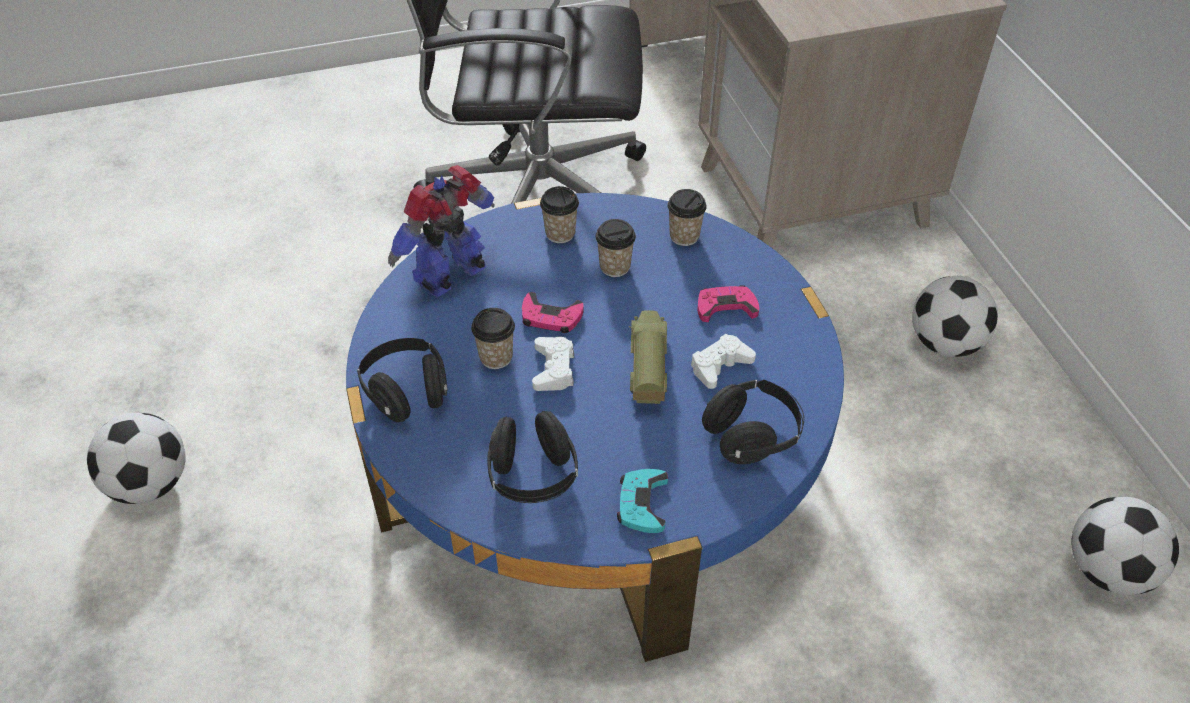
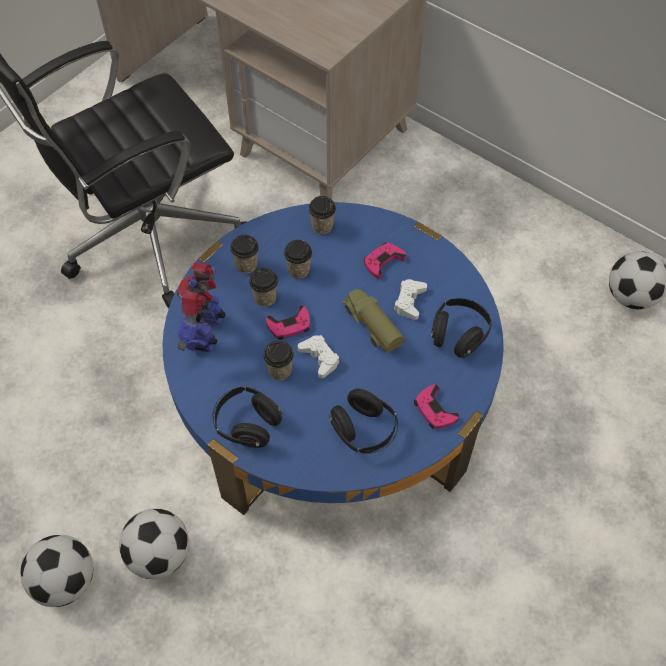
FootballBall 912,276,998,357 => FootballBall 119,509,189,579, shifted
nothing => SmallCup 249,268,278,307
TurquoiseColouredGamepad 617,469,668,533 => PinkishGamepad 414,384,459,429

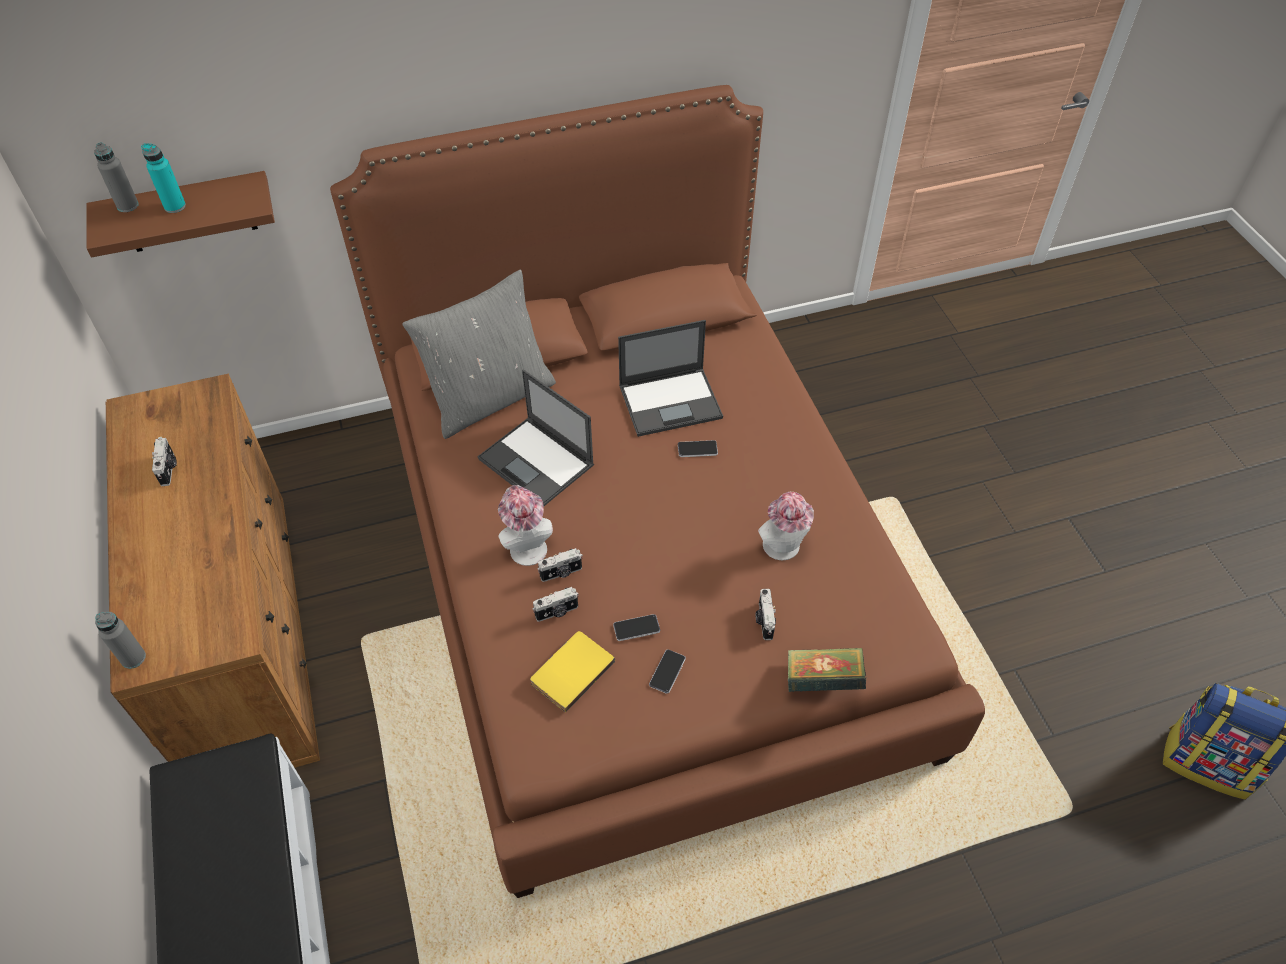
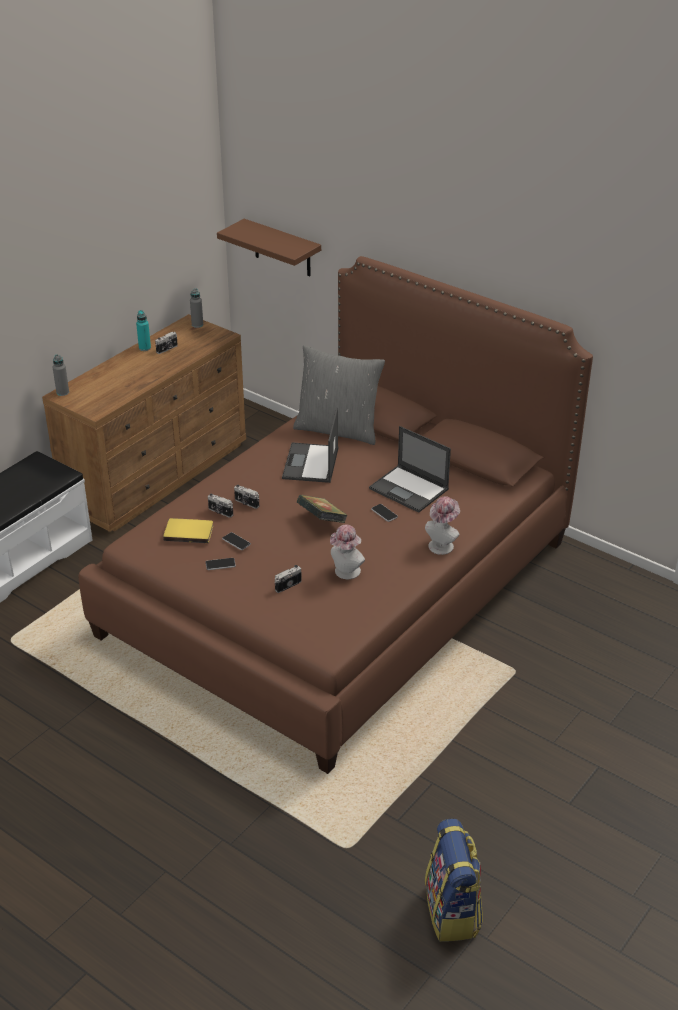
TurquoiseColouredBeverageBottle 141,143,186,213 => TurquoiseColouredBeverageBottle 136,310,151,351, shifted
GrayBeverageBottle 94,142,139,212 => GrayBeverageBottle 190,289,203,328, shifted
BoundBook 788,648,866,692 => BoundBook 297,495,348,523, shifted
WearableHat 498,485,553,566 => WearableHat 425,496,460,555, shifted

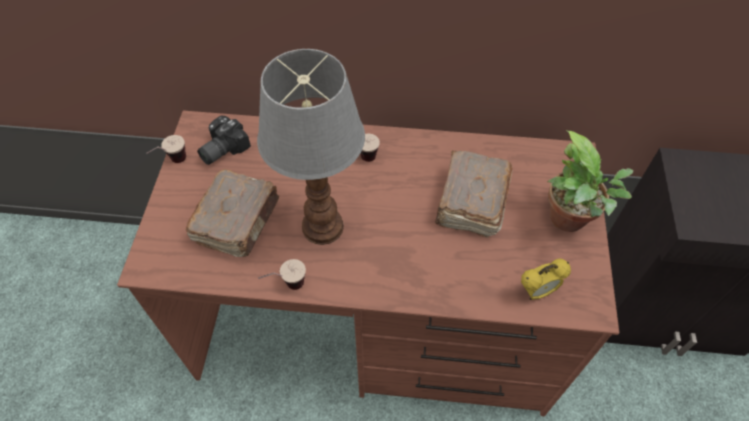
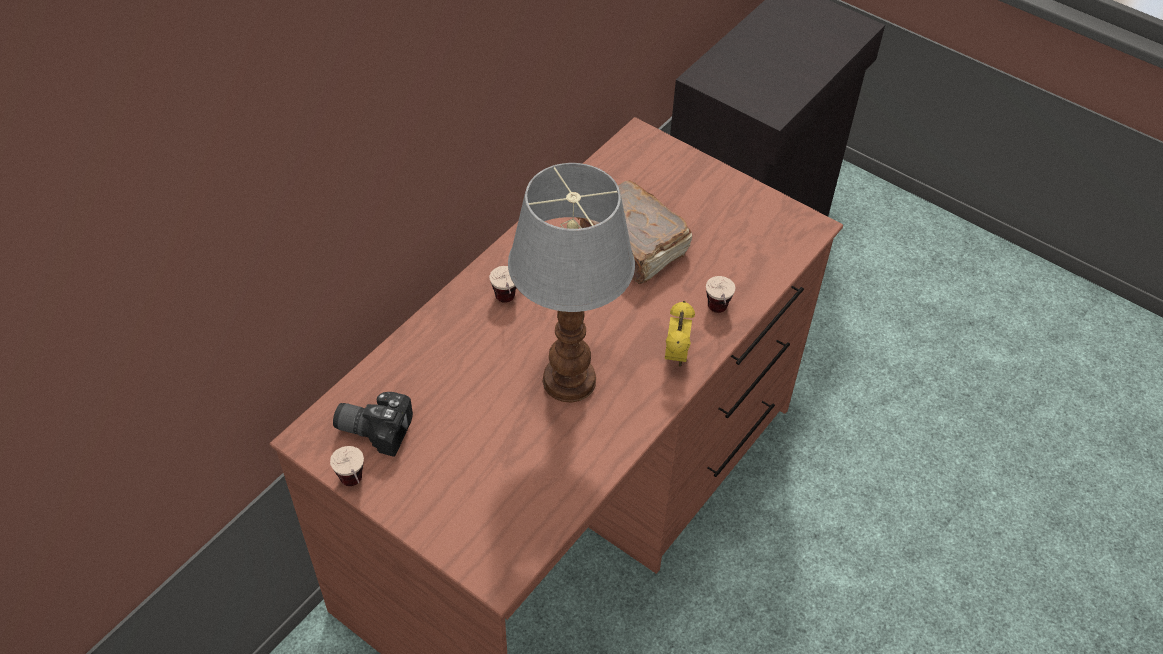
StillCamera 197,115,251,165 => StillCamera 333,392,413,457, 120 degrees clockwise
TableClock 521,259,571,300 => TableClock 665,301,695,367, shifted
SmallCup 258,259,306,290 => SmallCup 706,276,735,313, shifted
BrownishBoundBook 185,169,279,257 => nothing
PlantInAPot 547,130,634,232 => nothing

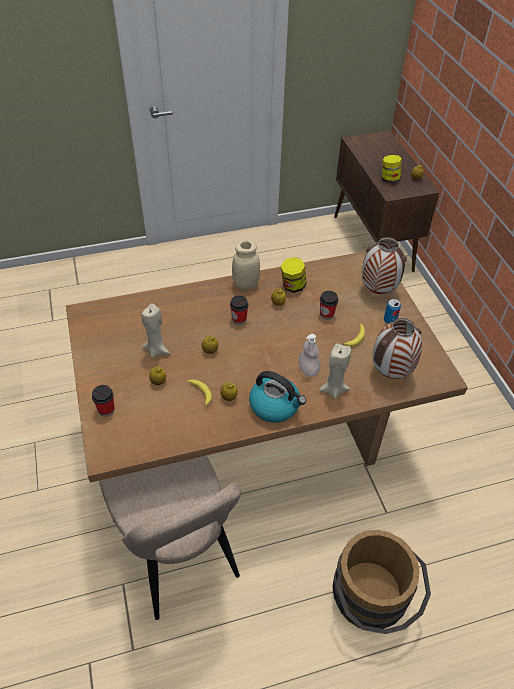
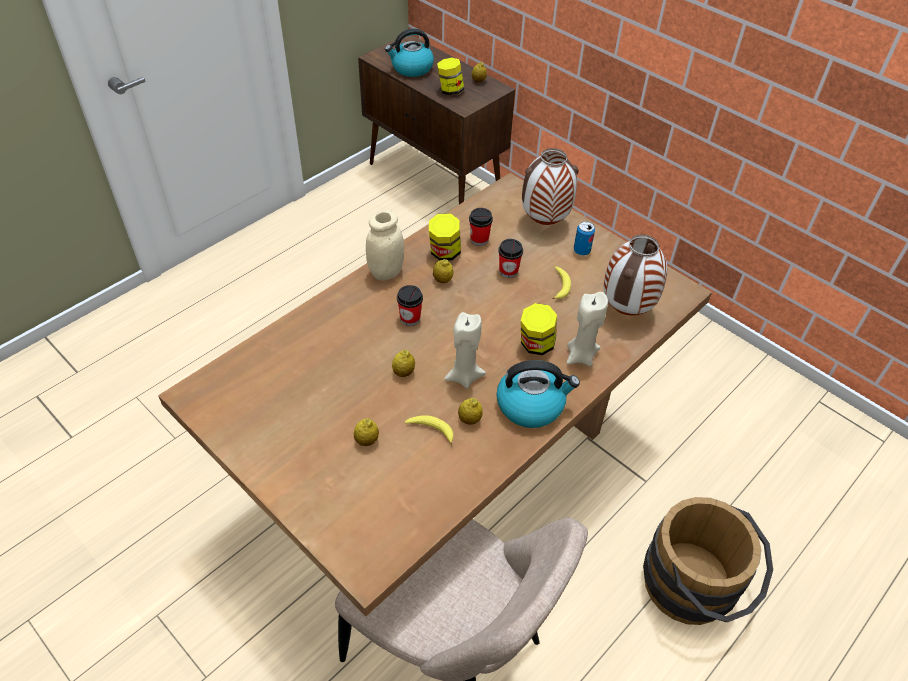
nothing => WaterKettle 385,29,434,77
SandColouredCandle 141,303,170,358 => SandColouredCandle 444,312,486,389, shifted
SmallCup 92,385,115,417 => SmallCup 469,208,493,246, shifted
SoapBottle 299,334,320,377 => Jar 521,303,557,355

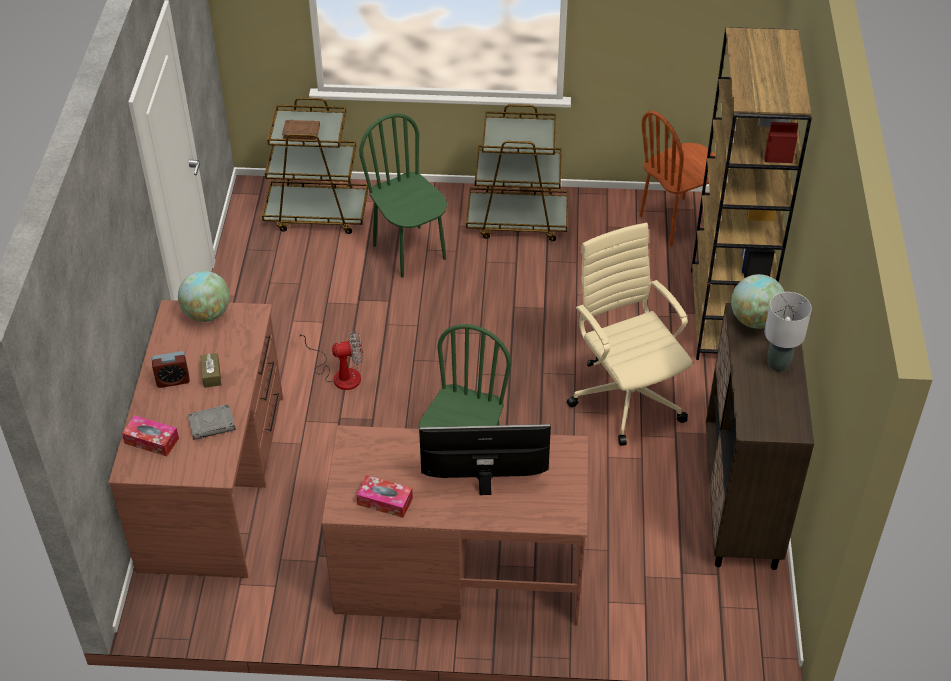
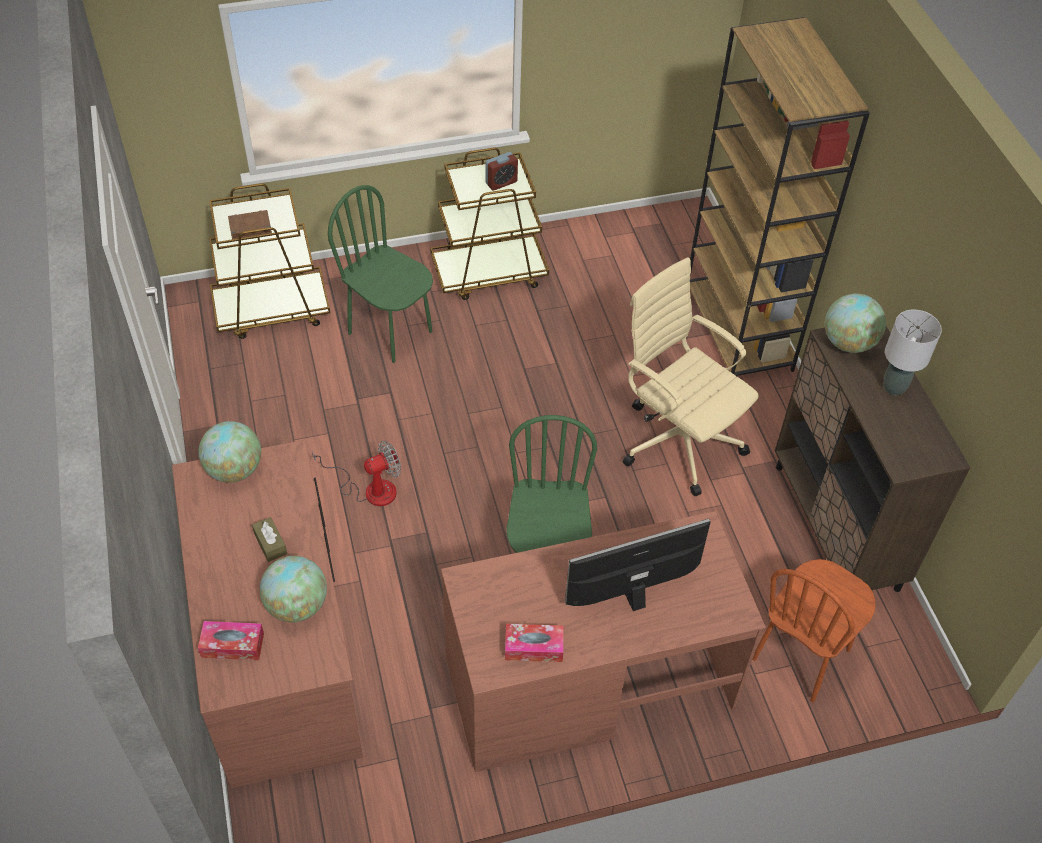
GrayBoundBook 188,404,236,440 => WorldGlobe 260,556,327,622
TableClock 152,351,190,388 => TableClock 485,152,518,191, shifted
BrownishPlainChair 639,111,715,247 => BrownishPlainChair 752,559,876,703, shifted

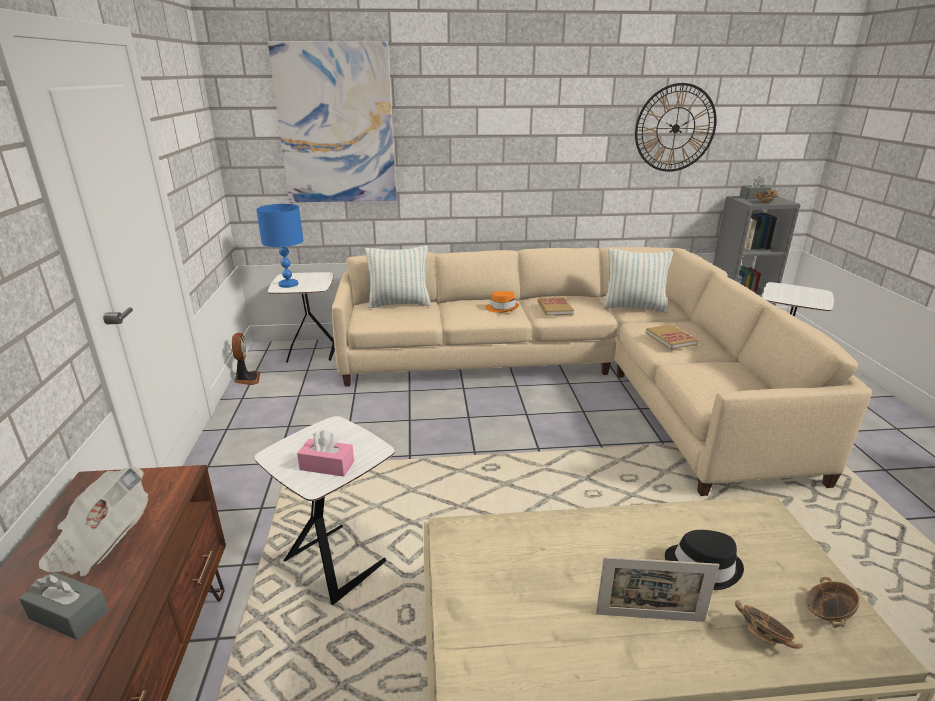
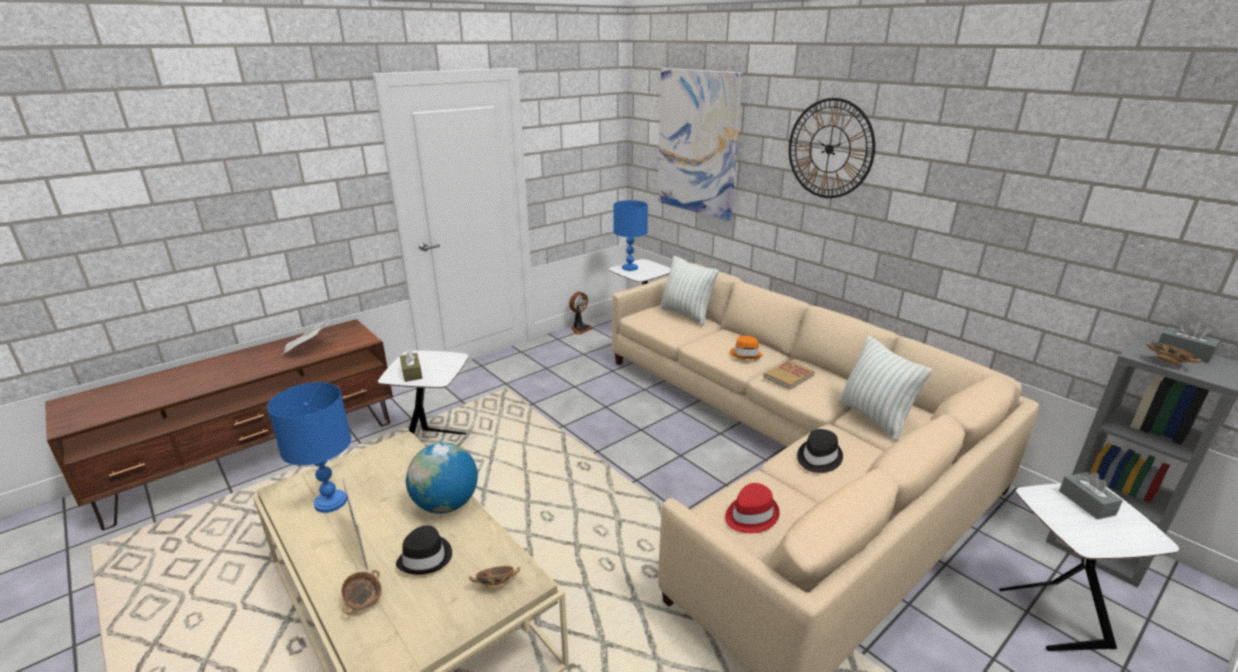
nothing => BlueTabletopLamp 267,382,351,513
PinkishTissueBox 297,430,354,477 => BrownishTissueBox 400,348,422,382
nothing => WorldGlobe 406,443,478,514
Bowl 805,577,859,628 => Bowl 469,566,520,588, shifted
nothing => RedWearableHat 725,483,780,533
WallClock 635,83,717,172 => WallClock 789,98,875,198, shifted
BoundBook 646,324,698,349 => BlackWearableHat 797,429,843,473
GrayTissueBox 19,572,109,640 => GrayTissueBox 1059,472,1123,519, shifted

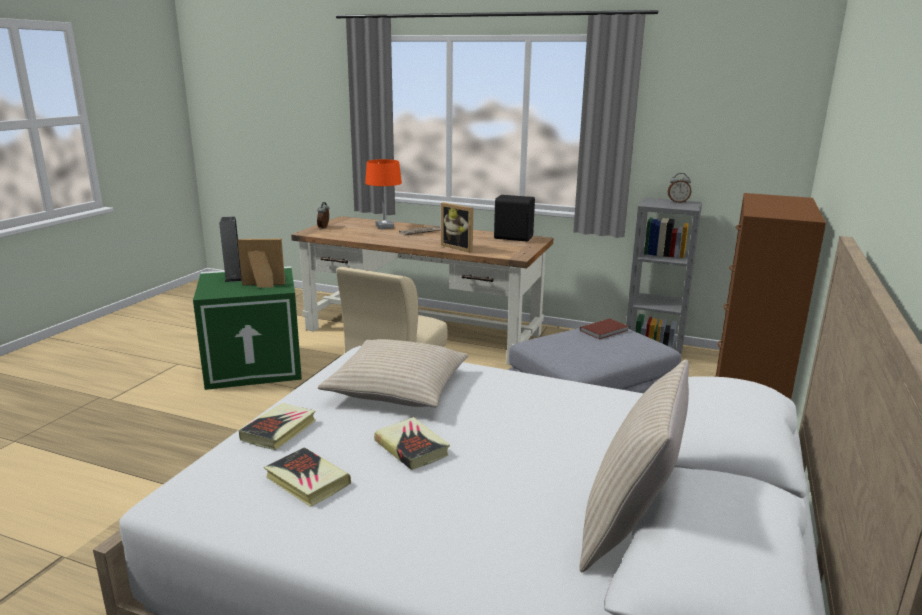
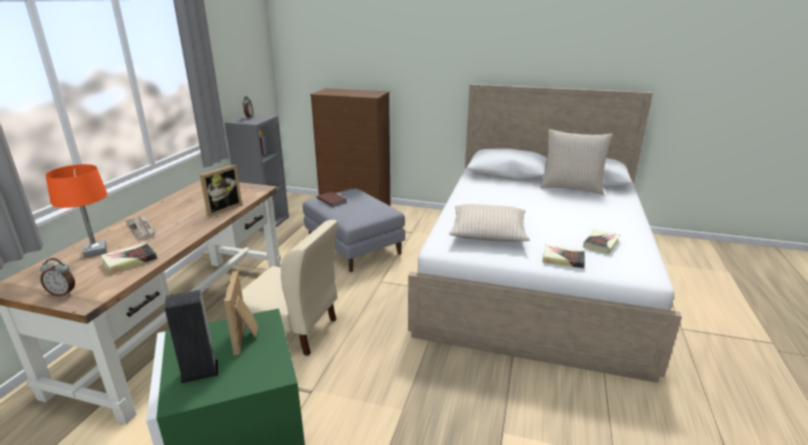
BoundBook 374,417,450,470 => BoundBook 101,243,157,274, shifted
BlackAudioSpeaker 494,195,535,242 => nothing

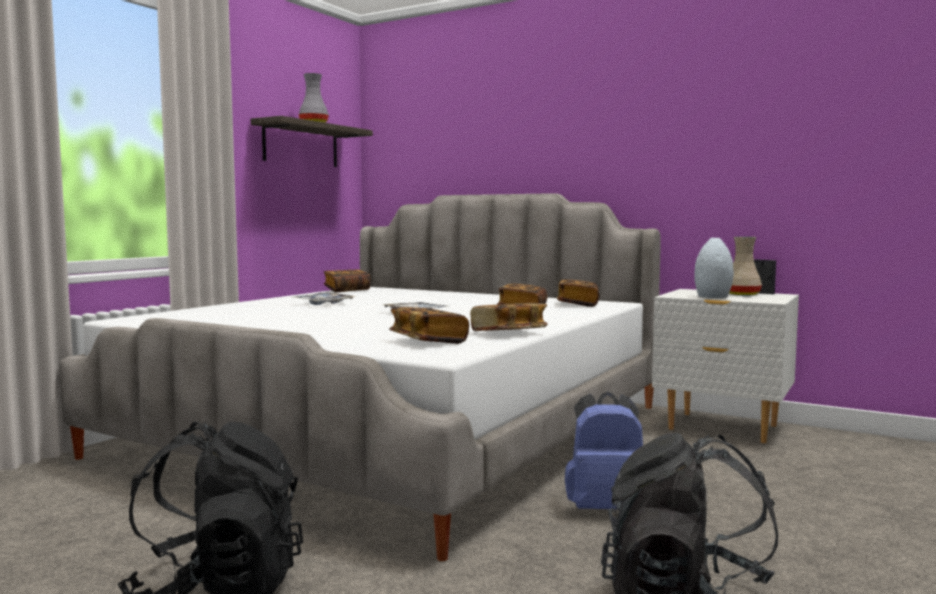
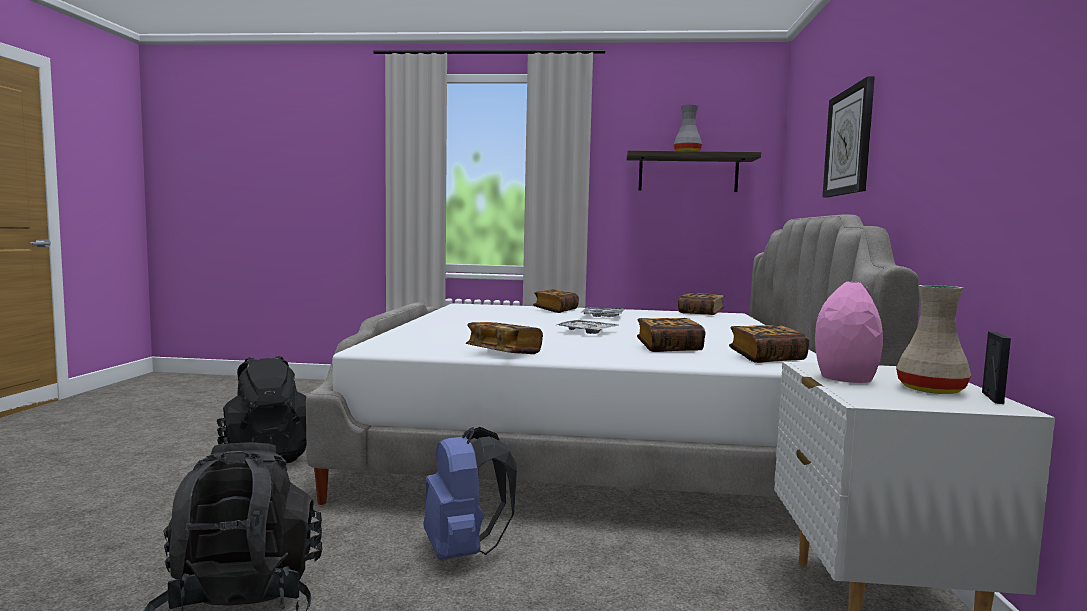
BoundBook 389,307,469,344 => BoundBook 533,289,579,313, shifted
GrayVase 694,237,734,298 => PinkishVase 815,281,883,383
nothing => WallClock 822,77,875,197

